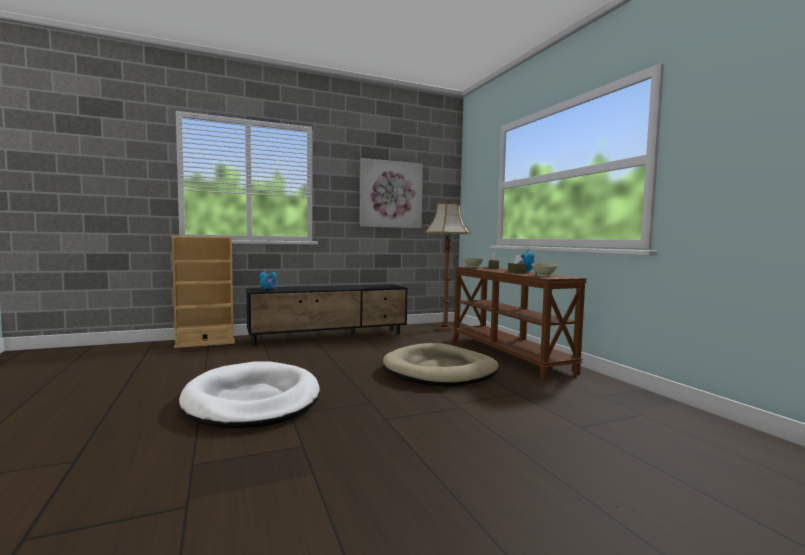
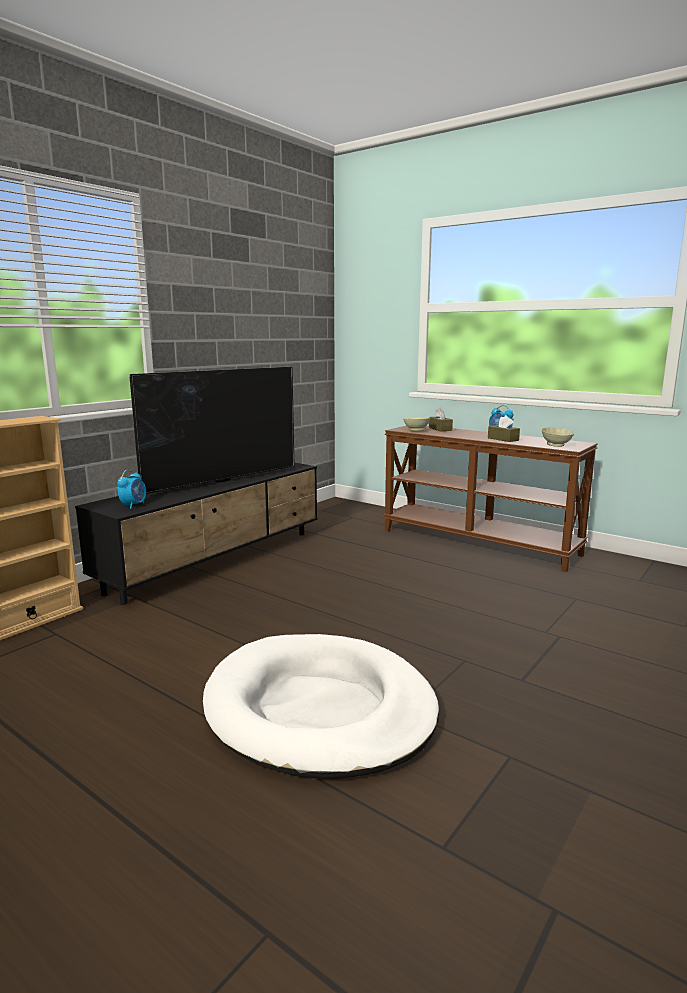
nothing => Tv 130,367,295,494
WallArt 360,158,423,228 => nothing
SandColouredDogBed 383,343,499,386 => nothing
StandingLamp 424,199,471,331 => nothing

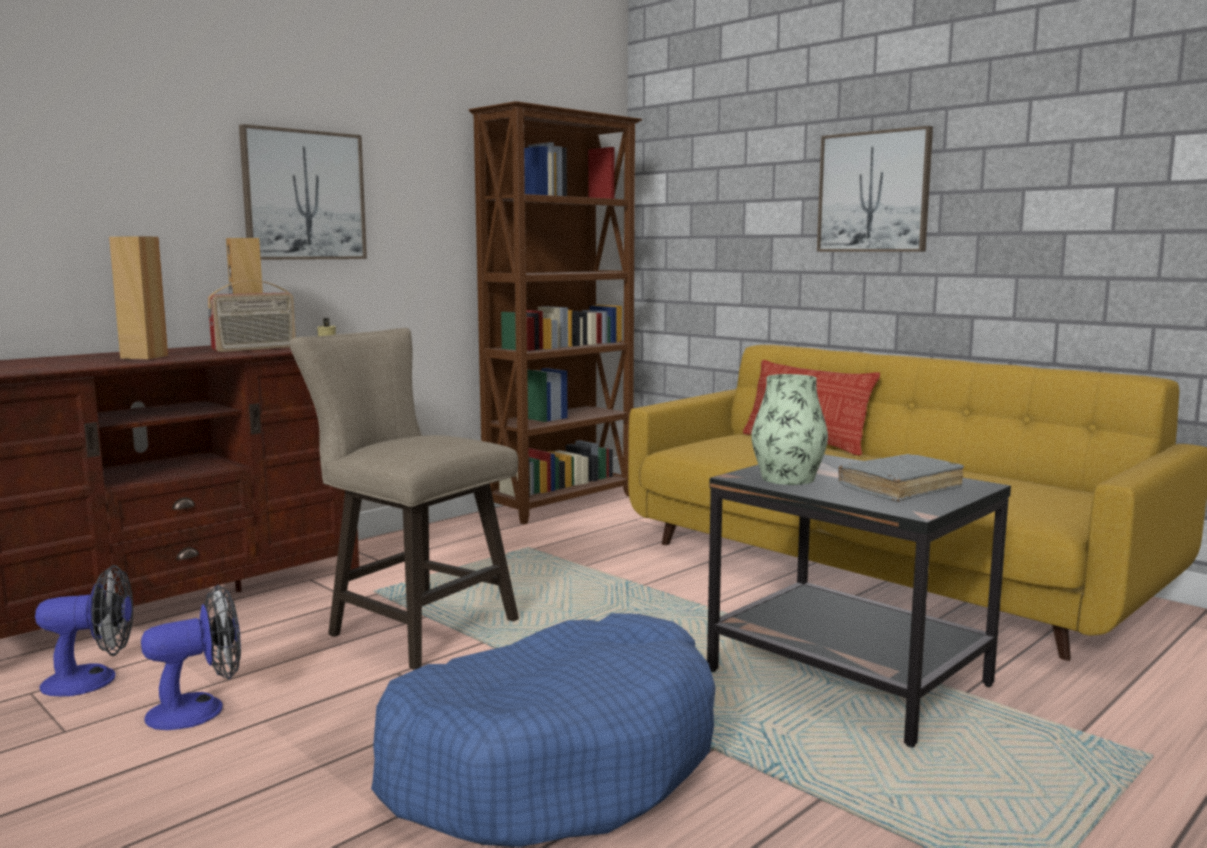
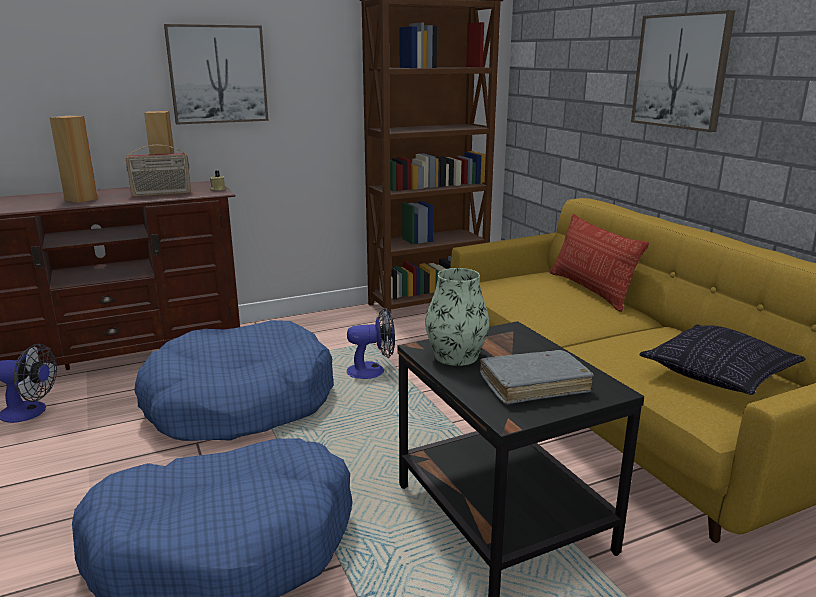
SandColouredSittingStool 290,328,519,670 => BlueDogBed 134,320,334,441
Fan 141,584,241,730 => Fan 347,308,395,379, shifted
nothing => Pillow 639,324,806,395

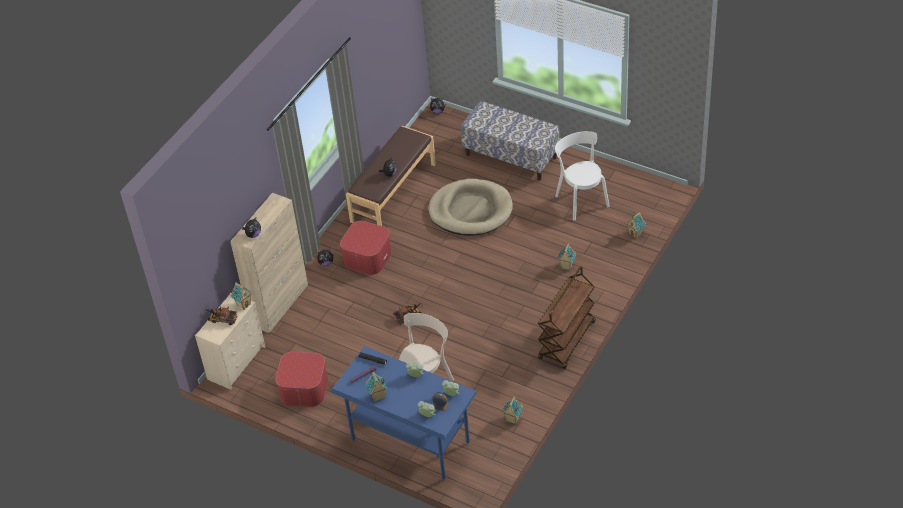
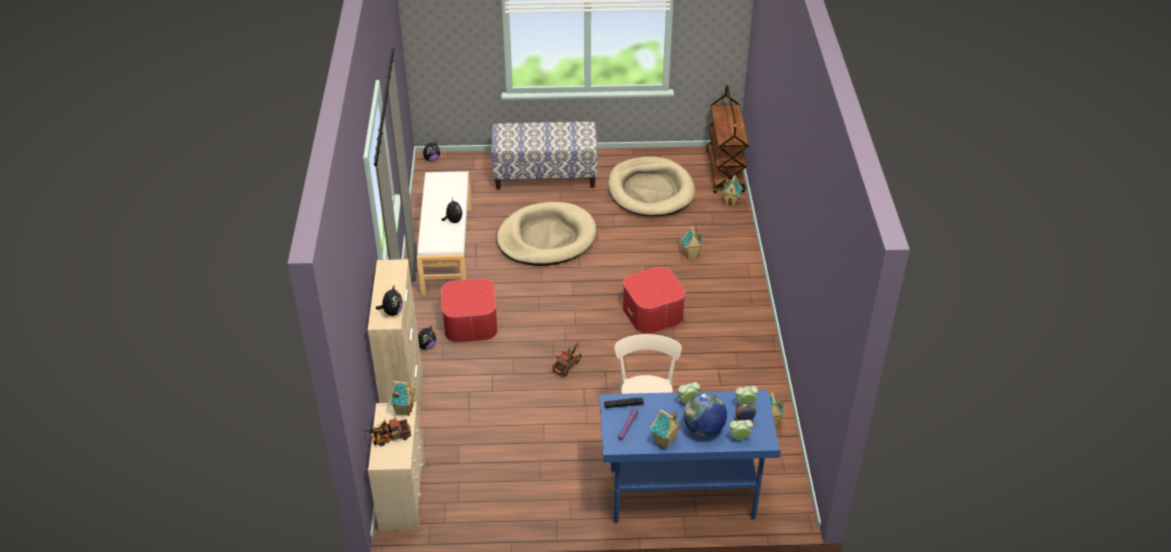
BrownishBench 346,126,436,226 => WhitishBench 417,171,472,296
WhitishPlainChair 555,131,610,221 => SandColouredDogBed 608,157,695,216
Pouffe 275,351,328,407 => Pouffe 623,267,686,334, shifted
nothing => WorldGlobe 684,393,727,436
BrownishTrolley 538,266,596,369 => BrownishTrolley 706,85,749,193, shifted

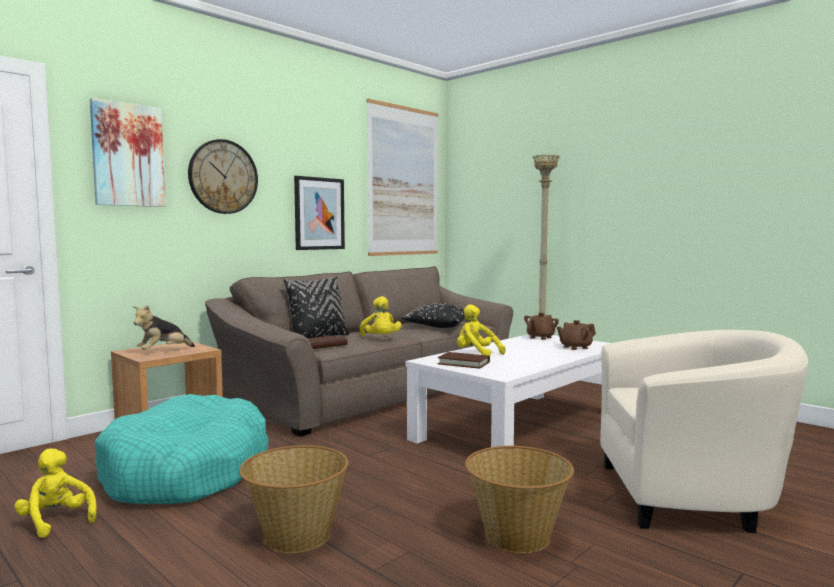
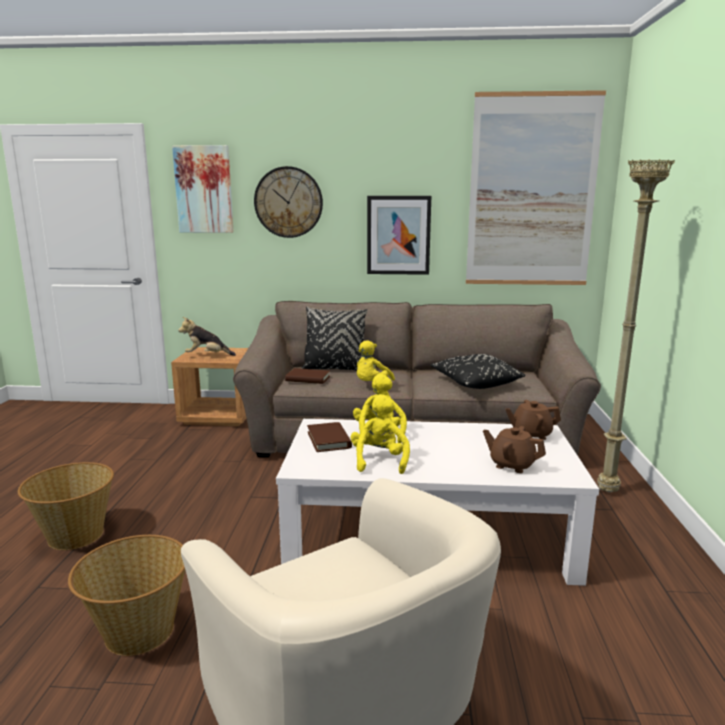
YellowColouredSoftToy 14,448,96,538 => YellowColouredSoftToy 350,394,410,474, shifted
TurquoiseColouredDogBed 94,394,269,504 => nothing

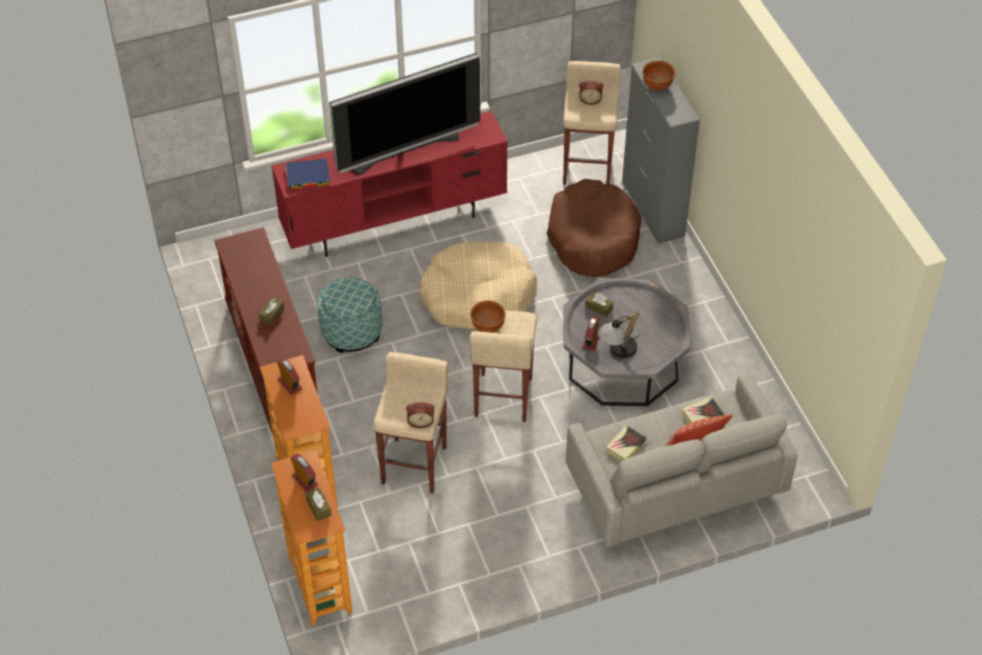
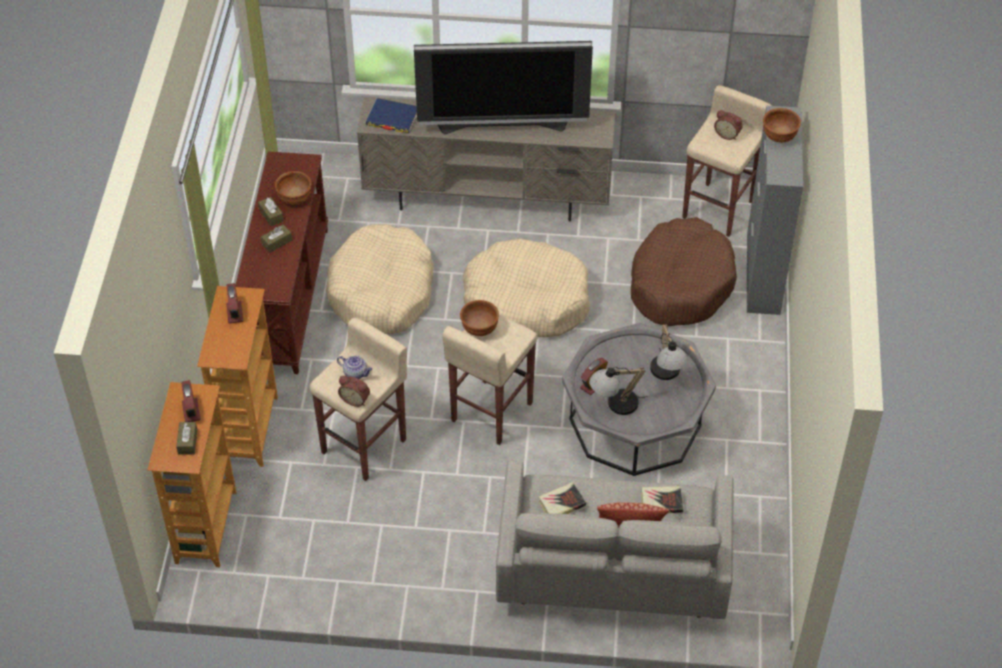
BrownishTissueBox 585,292,613,317 => BrownishTissueBox 258,197,284,226, shifted
nothing => BrownishBowl 275,171,312,205
Pouffe 317,277,382,353 => SandColouredDogBed 326,224,434,335
nothing => Teapot 337,356,372,379
RedTvStand 271,111,508,257 => SandColouredTvStand 357,97,615,221
nothing => TabletopLamp 650,324,688,380

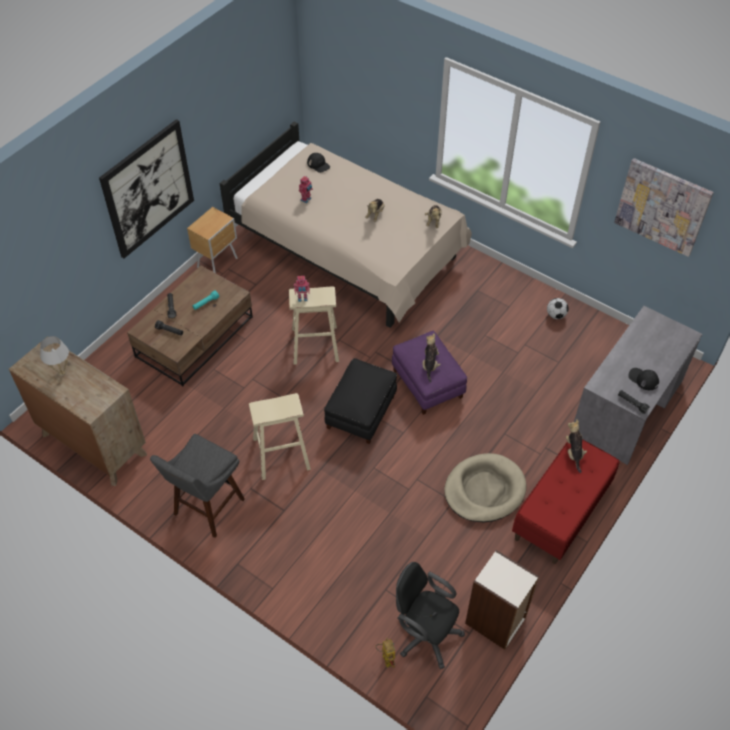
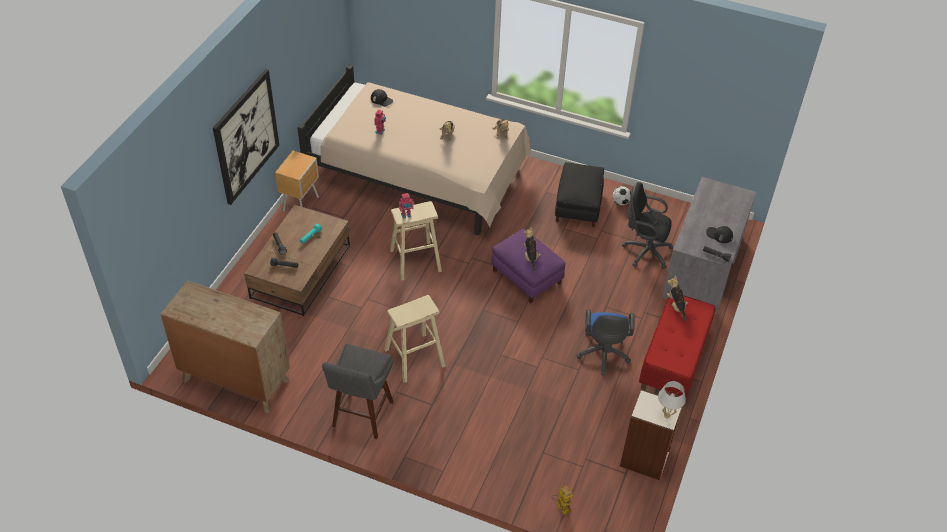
BlackPouffe 324,358,397,444 => BlackPouffe 555,162,604,227, shifted
SandColouredDogBed 444,453,526,522 => BlueComputerChair 576,309,634,376
BlackComputerChair 396,562,465,669 => BlackComputerChair 622,182,674,269, shifted
WhitishTabletopLamp 40,336,69,376 => WhitishTabletopLamp 658,381,686,419, shifted
WallArt 614,158,714,257 => nothing

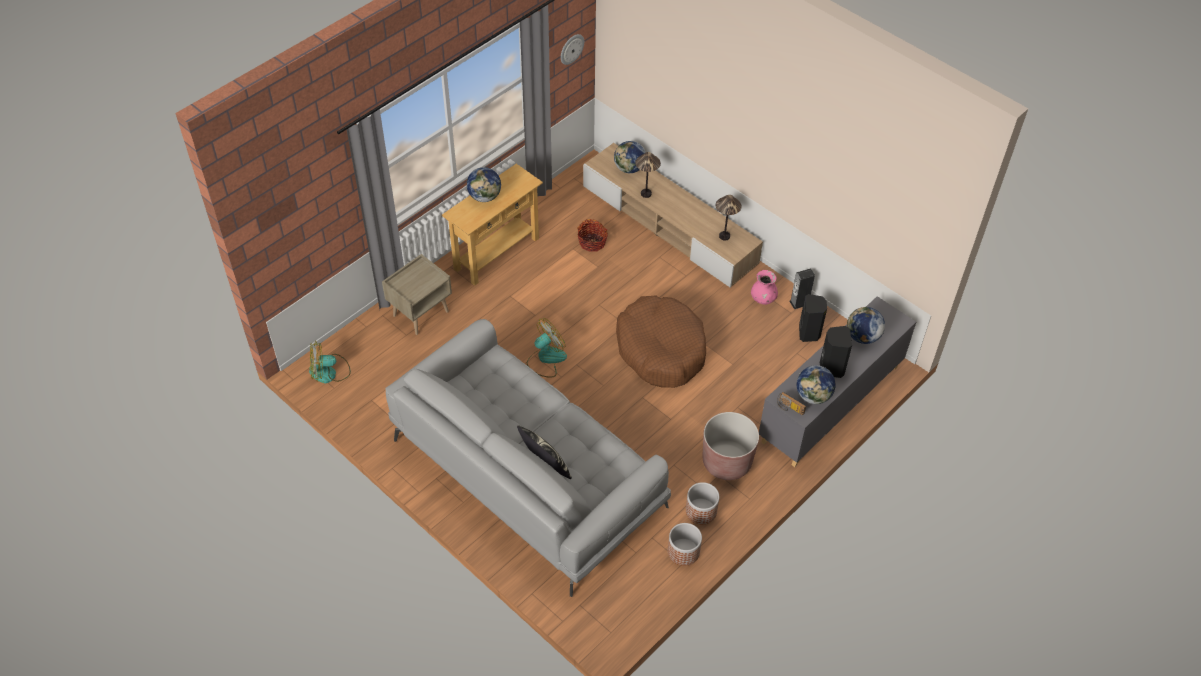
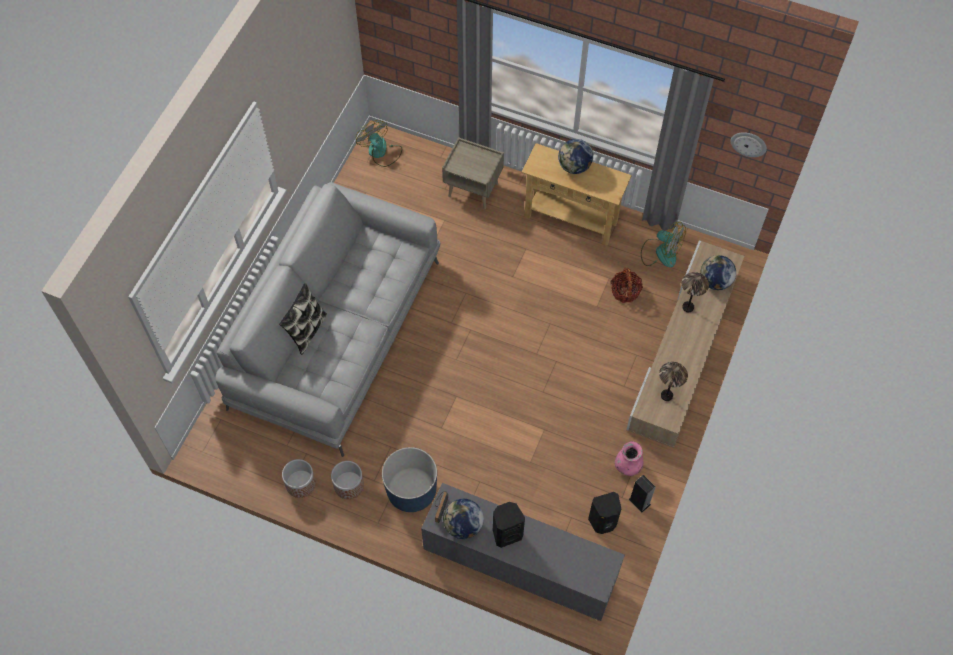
BrownishPlantPot 703,412,759,480 => BluePlantPot 382,447,437,512
Fan 527,318,567,378 => Fan 641,222,686,267, shifted
BrownishDogBed 616,296,706,388 => nothing
WorldGlobe 847,307,885,344 => nothing

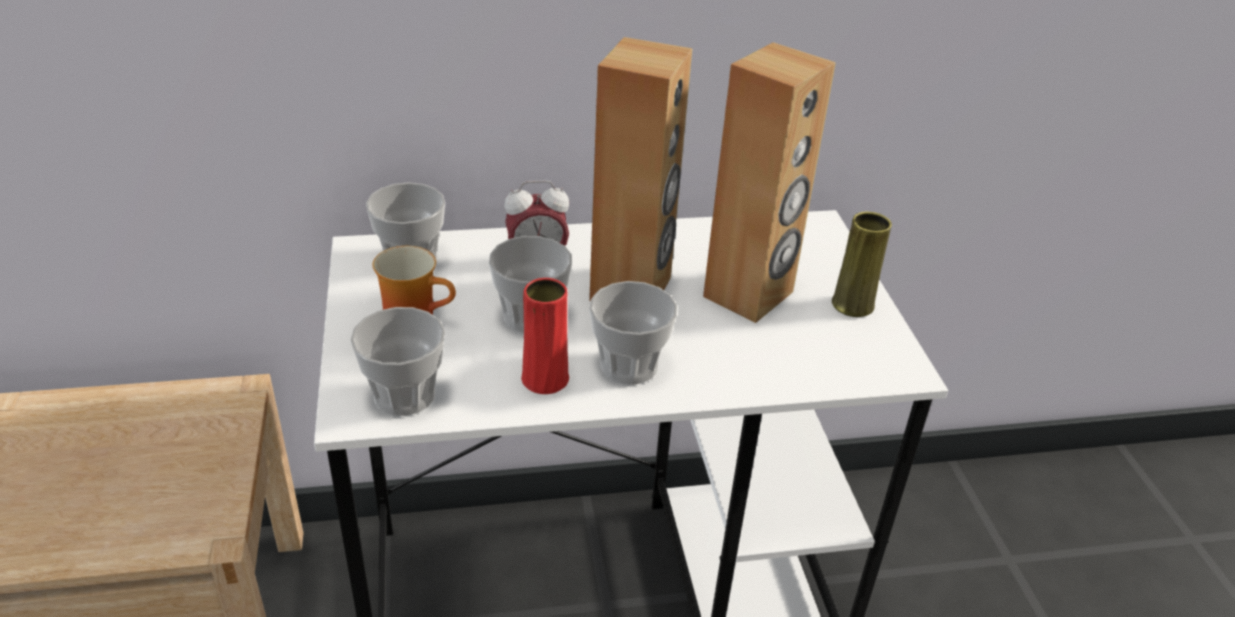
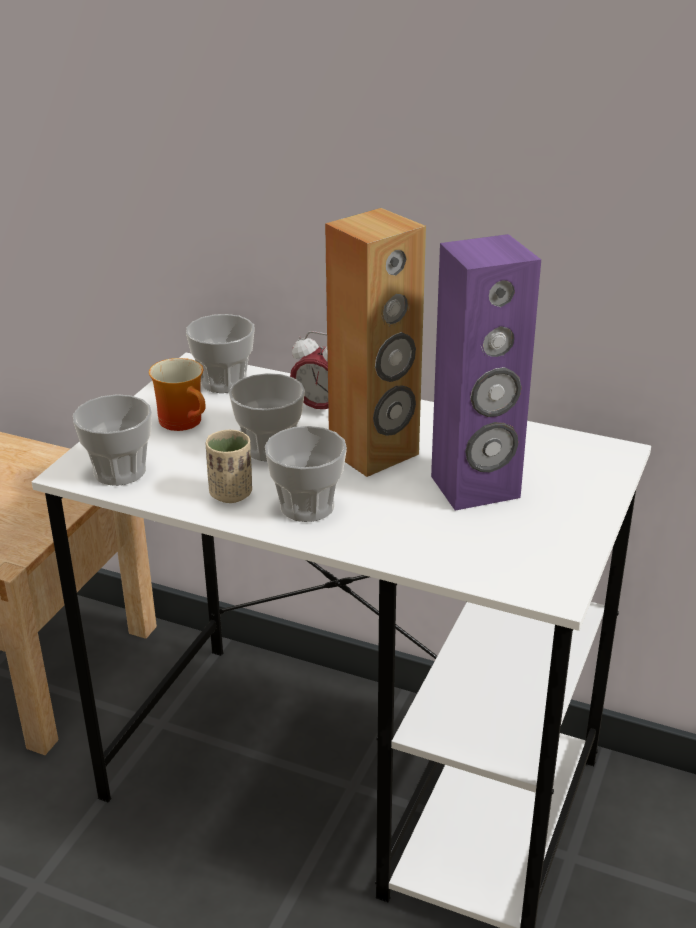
RedVase 521,278,569,394 => SandColouredSmallCup 206,430,252,503
BrownishAudioSpeaker 703,42,836,323 => PurpleAudioSpeaker 431,234,541,511
YellowColouredVase 832,212,892,317 => nothing

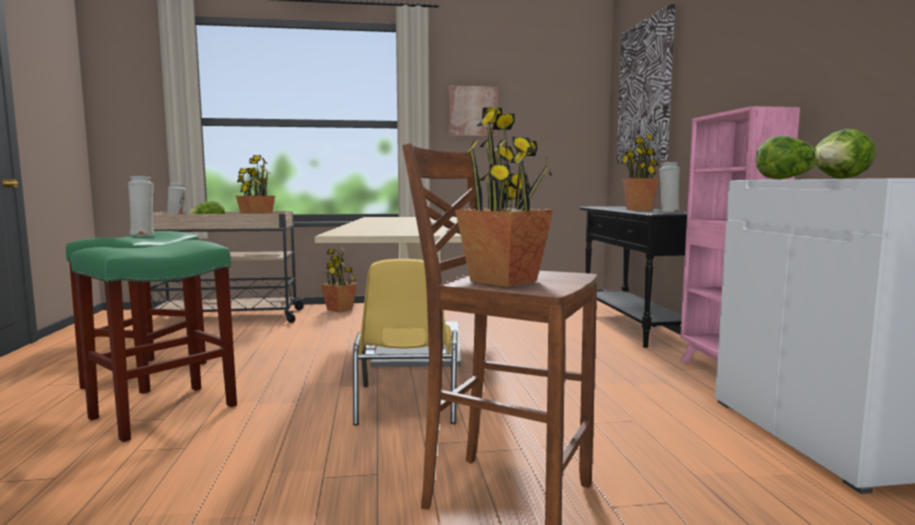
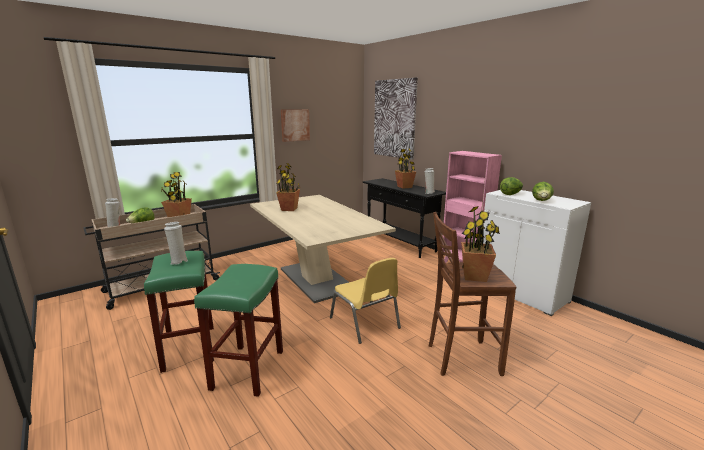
PlantInAPot 321,247,357,313 => PlantInAPot 276,163,300,211, shifted

